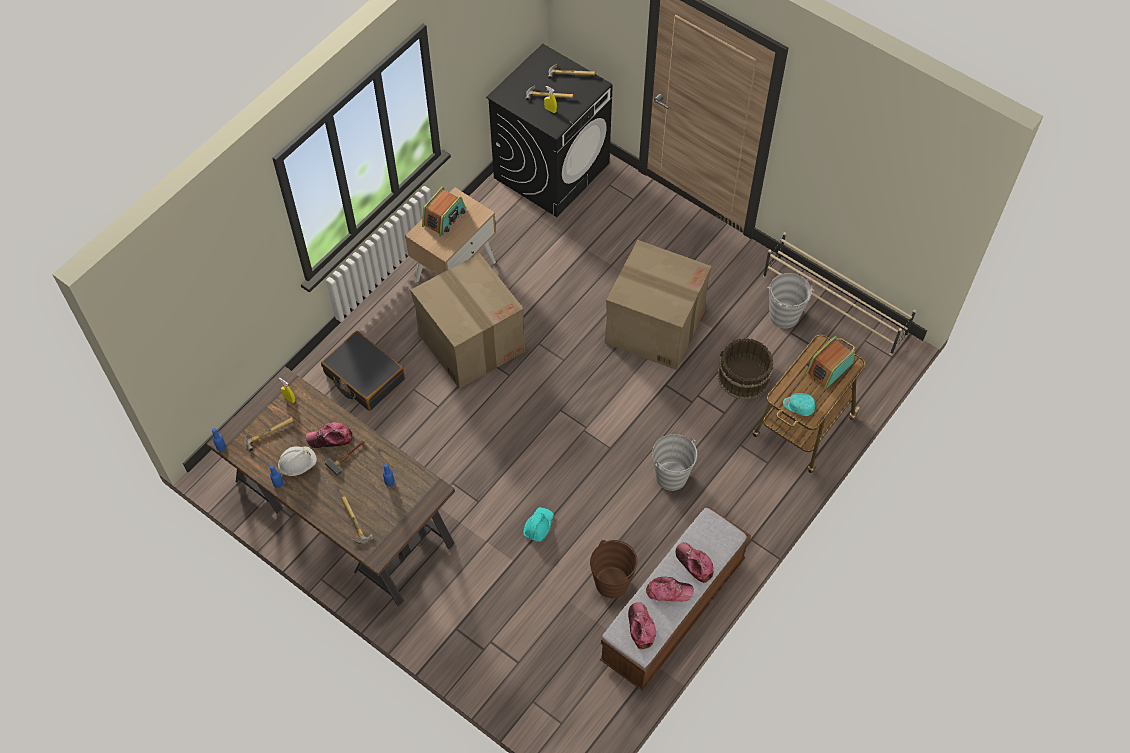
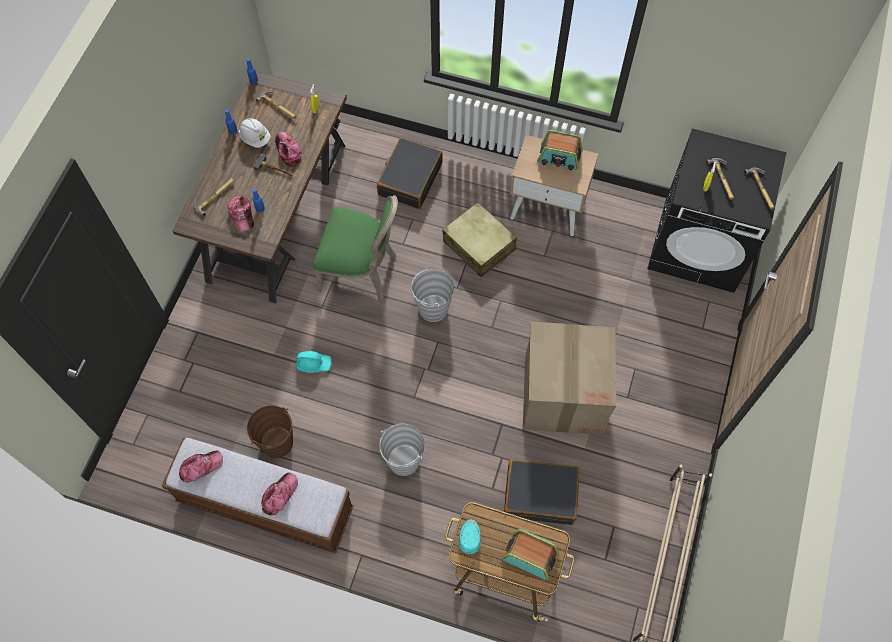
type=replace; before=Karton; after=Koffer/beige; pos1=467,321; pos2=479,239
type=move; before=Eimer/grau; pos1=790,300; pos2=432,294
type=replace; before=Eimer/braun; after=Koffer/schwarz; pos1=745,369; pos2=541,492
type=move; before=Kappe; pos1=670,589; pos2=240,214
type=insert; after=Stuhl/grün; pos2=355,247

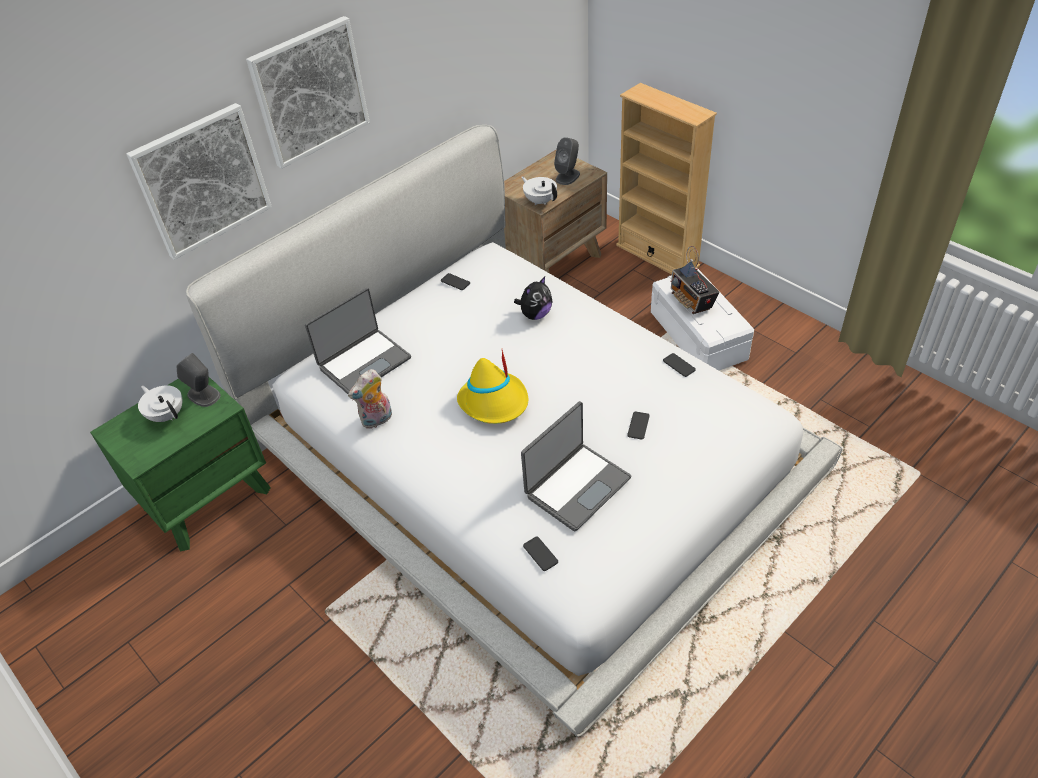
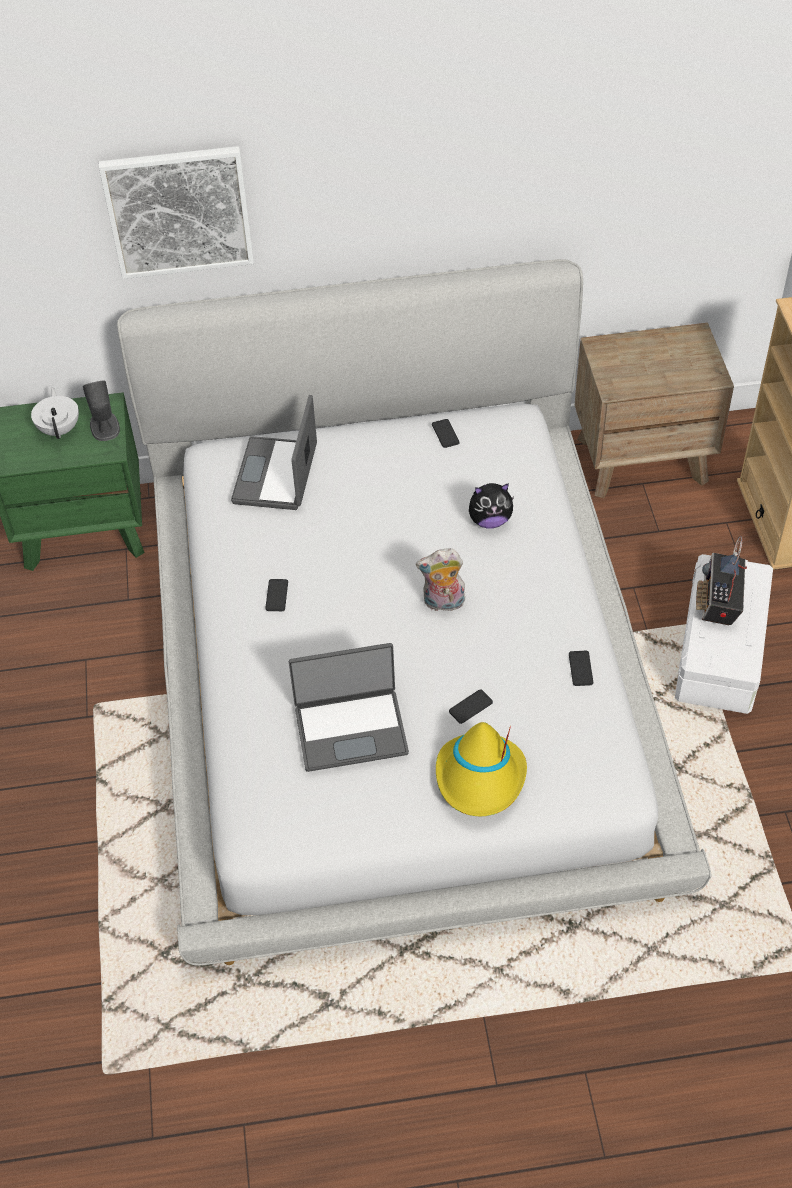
type=delete; before=Bild; pos1=308,92
type=delete; before=Lautsprecher/grau; pos1=567,161
type=delete; before=Teekanne/weiß; pos1=539,190
type=rotate; before=Laptop; pos1=358,341; pos2=274,452; turn=105
type=move; before=Hut/gelb; pos1=492,387; pos2=481,769
type=move; before=Plüschtier; pos1=370,399; pos2=440,581
type=move; before=Handy; pos1=540,554; pos2=276,595

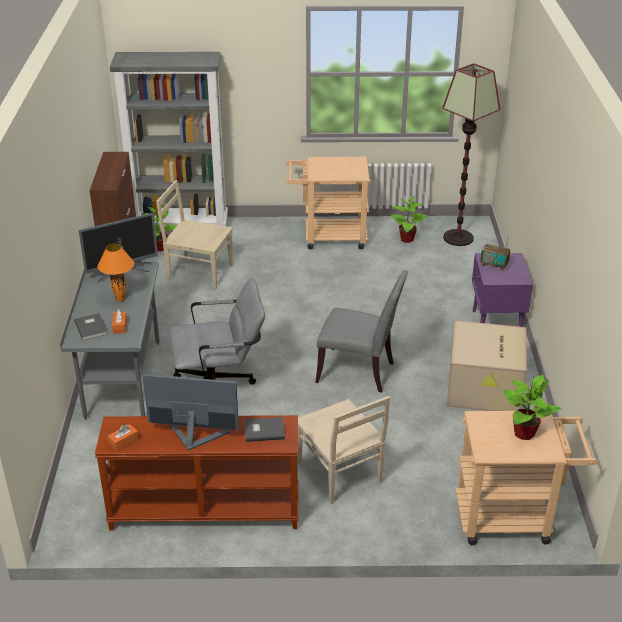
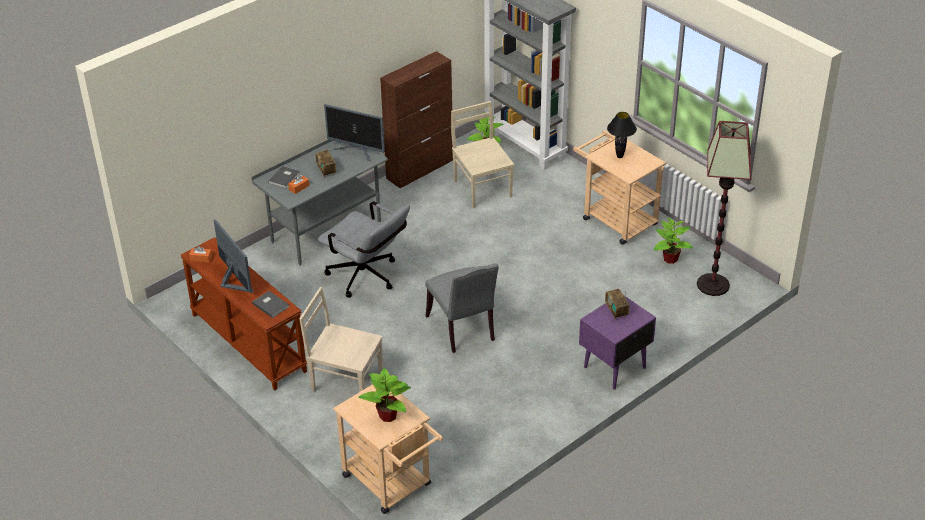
type=replace; before=Tischlampe/orange; after=Radio; pos1=115,273; pos2=325,163
type=delete; before=Karton; pos1=487,365
type=rotate; before=Stuhl/beige; pos1=343,450; pos2=341,339; turn=90
type=insert; after=Tischlampe/schwarz; pos2=622,135

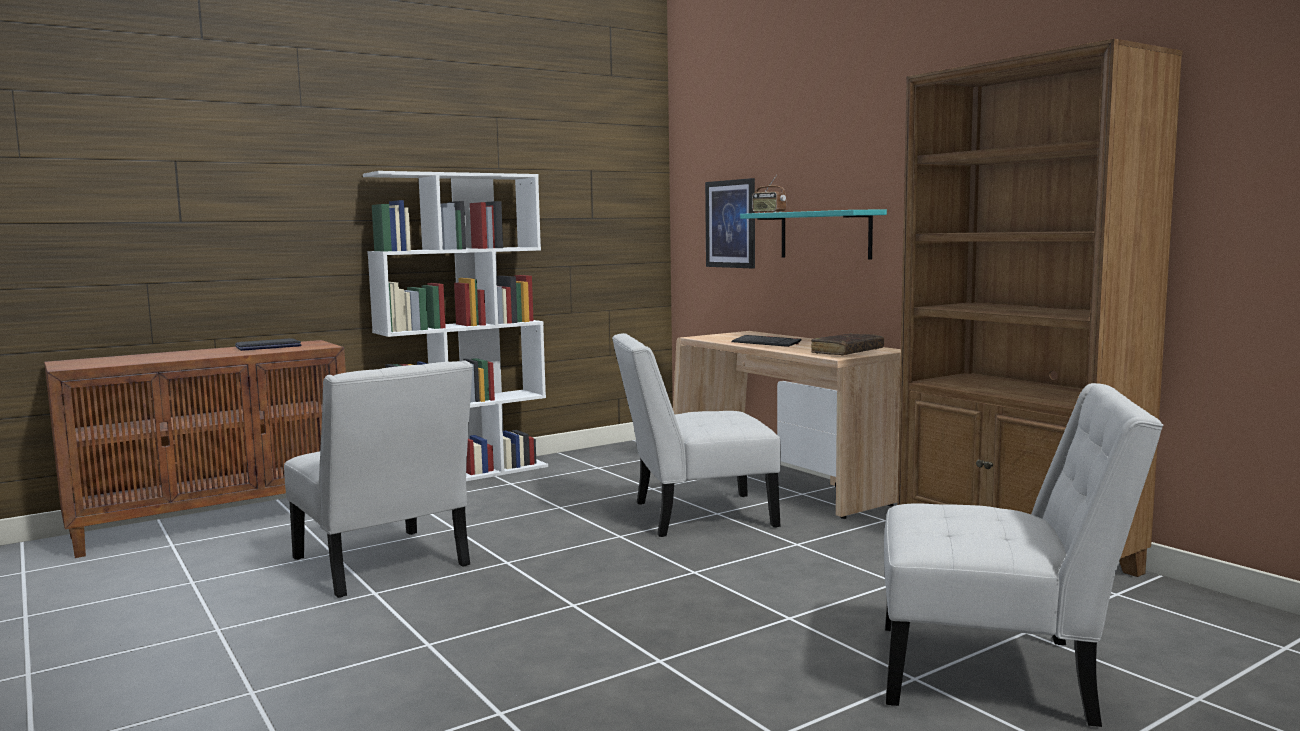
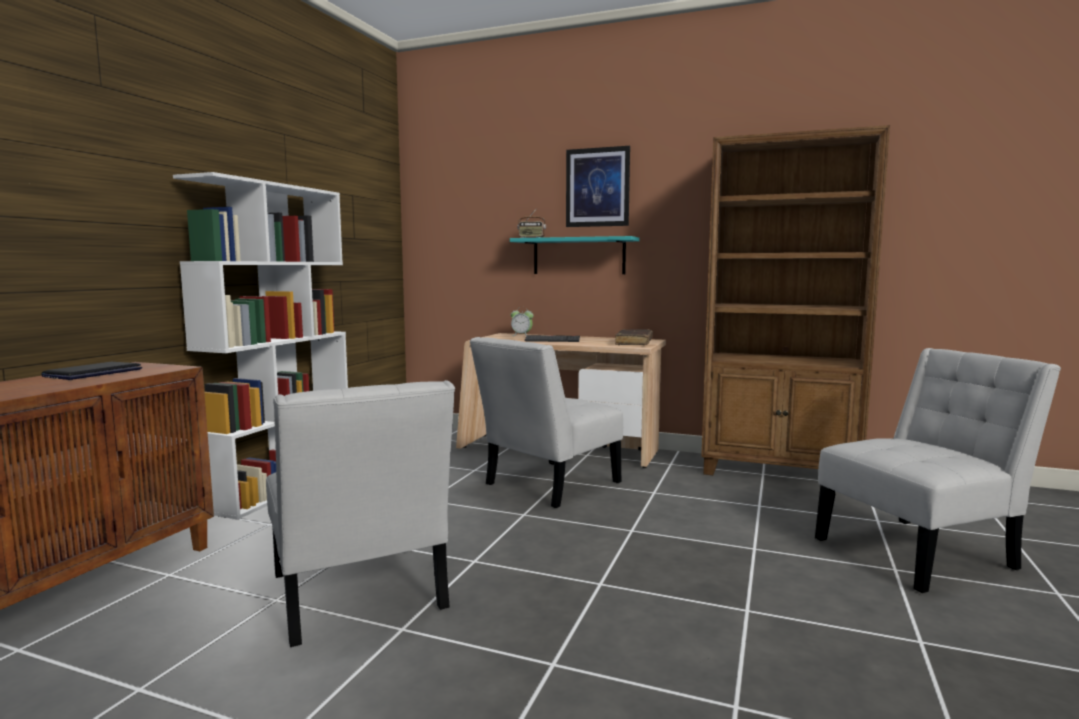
type=move; before=Bild; pos1=730,223; pos2=598,186
type=rotate; before=Stuhl/weiß; pos1=378,479; pos2=360,513; turn=45
type=insert; after=Wecker; pos2=522,321

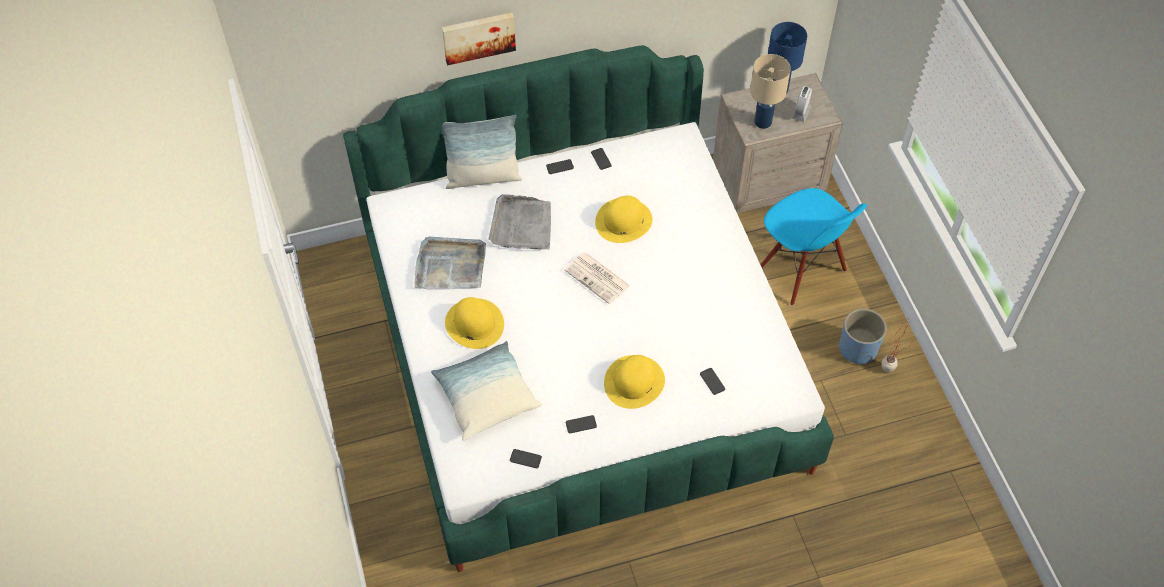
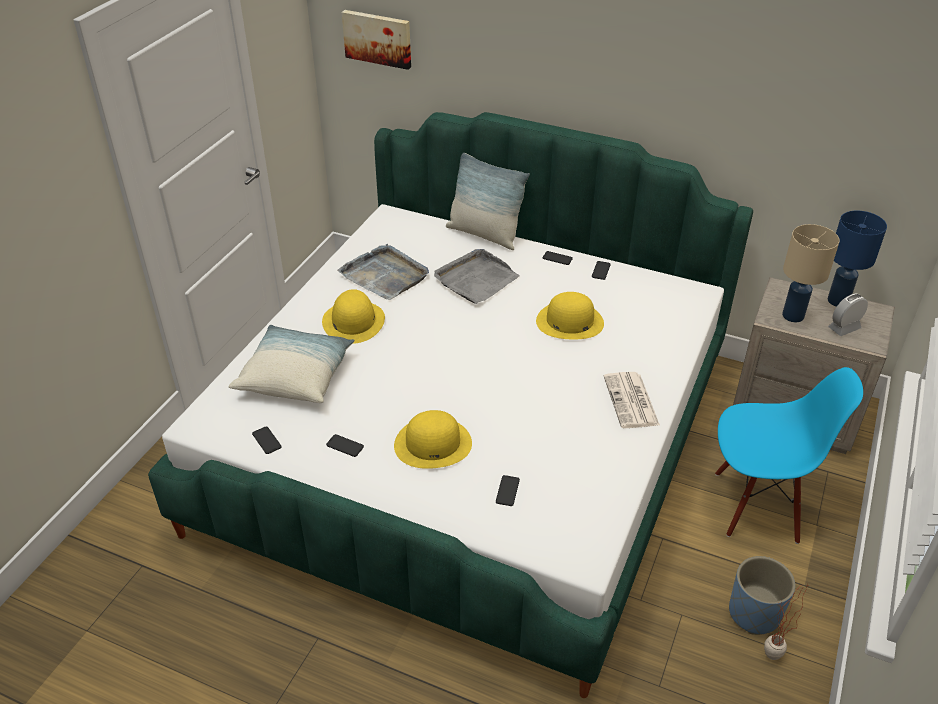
type=move; before=Bild; pos1=479,39; pos2=376,40
type=rotate; before=Stuhl/blau; pos1=813,247; pos2=789,455; turn=-90
type=move; before=Zeitung; pos1=597,278; pos2=632,400

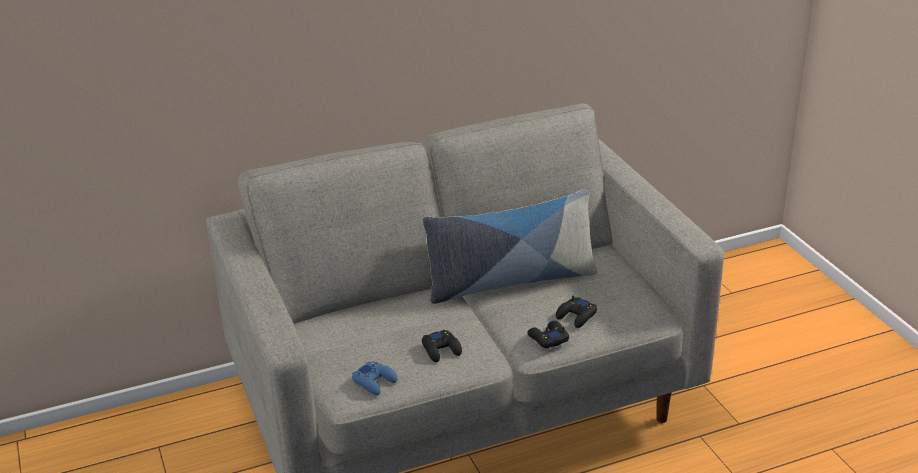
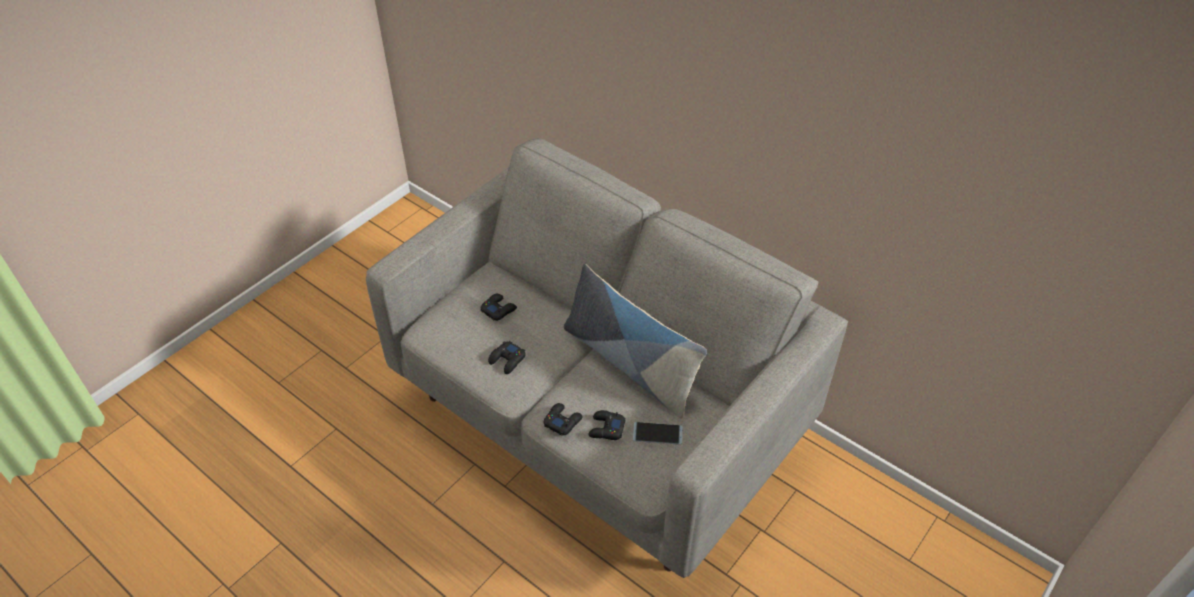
type=delete; before=Gamepad/blau; pos1=374,378
type=insert; after=Gamepad/schwarz; pos2=498,307
type=insert; after=Handy; pos2=658,433

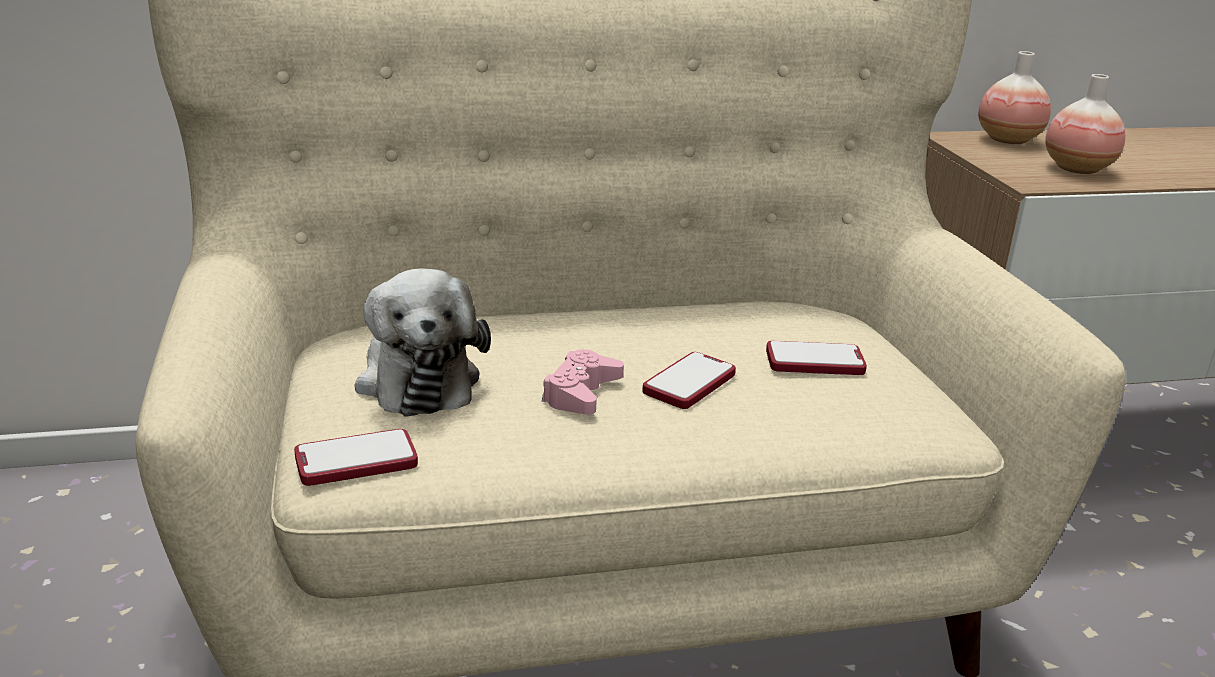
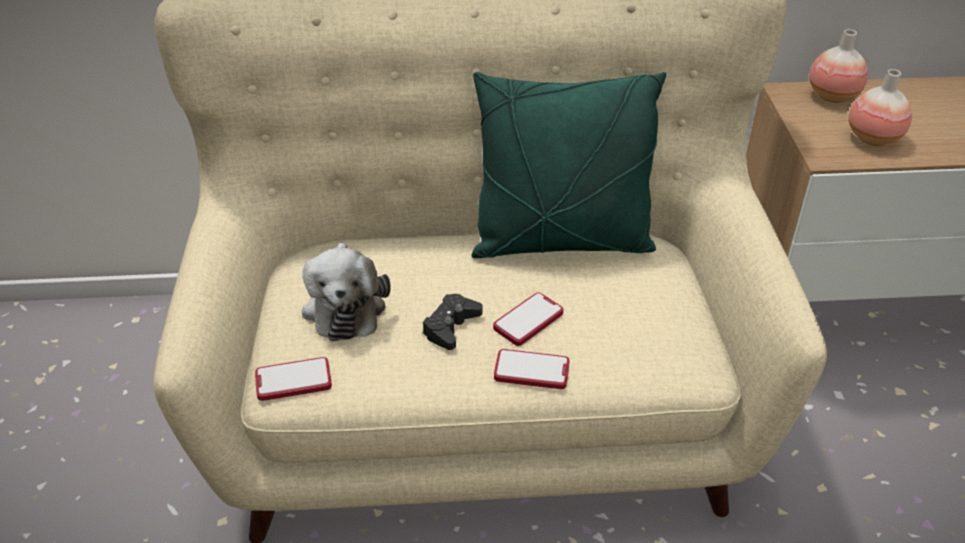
type=move; before=Handy; pos1=816,358; pos2=532,369
type=recolor; before=Gamepad/rosa; after=Gamepad/schwarz; pos1=583,382; pos2=453,322
type=insert; after=Kissen/grün; pos2=568,165

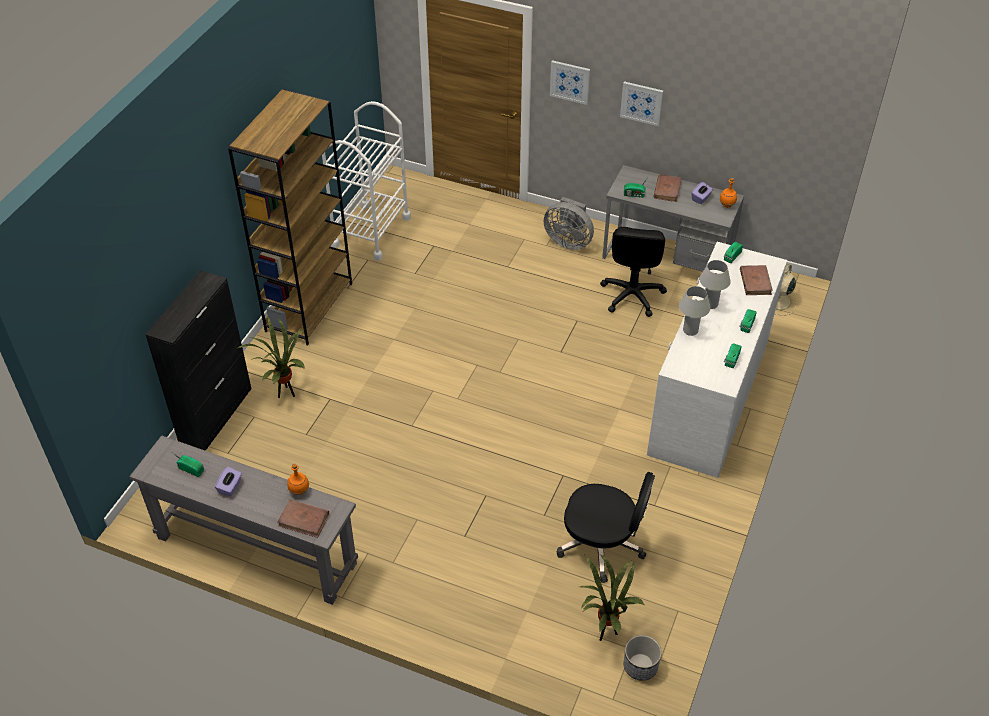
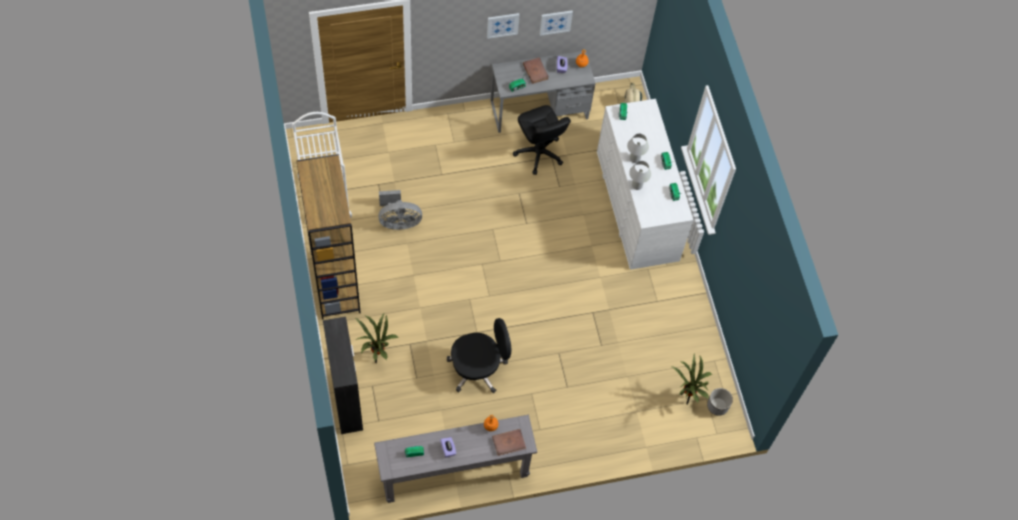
type=move; before=Bild; pos1=570,82; pos2=556,23
type=move; before=Ventilator/grau; pos1=569,223; pos2=400,210
type=delete; before=Buch/braun; pos1=756,280
type=move; before=Bürostuhl/schwarz; pos1=606,527; pos2=479,355

